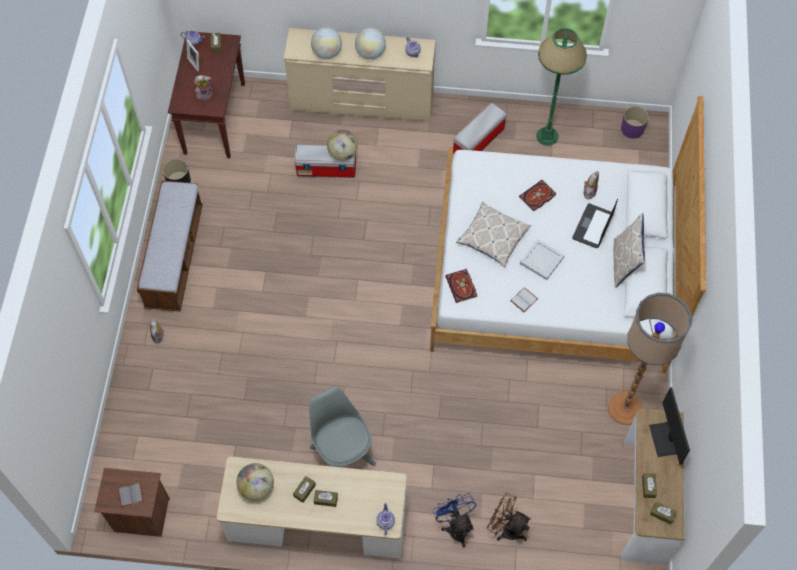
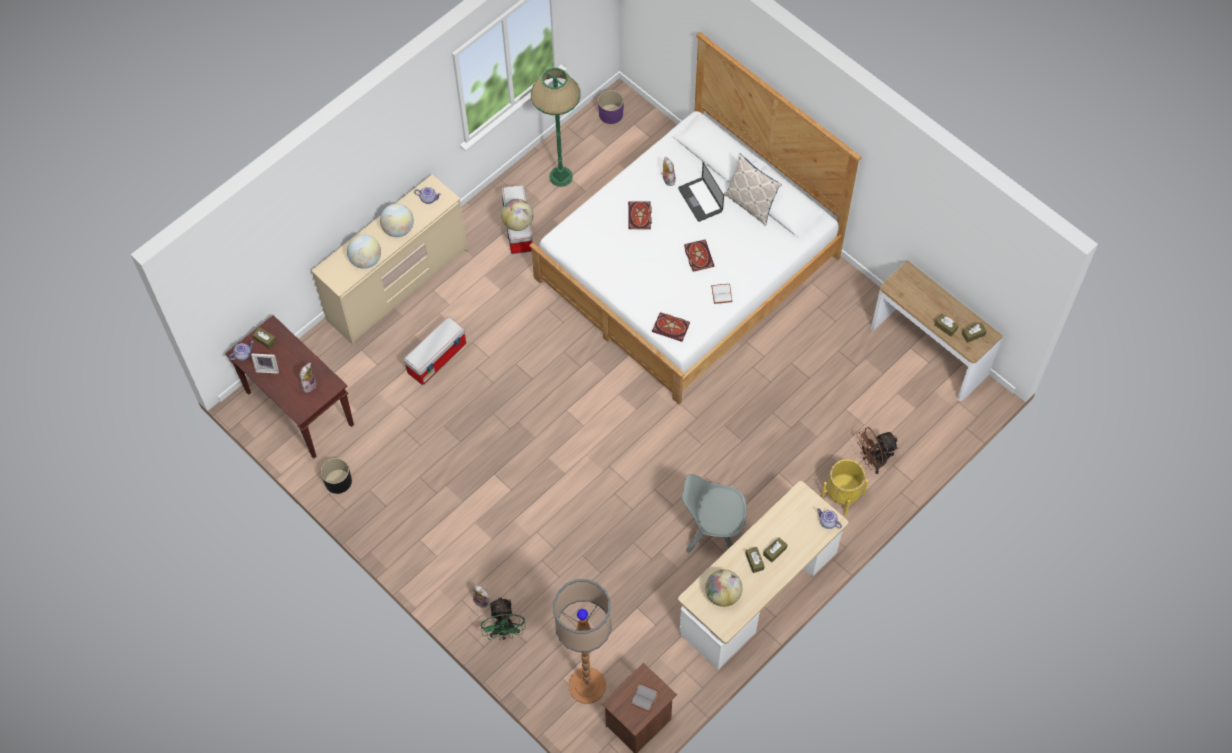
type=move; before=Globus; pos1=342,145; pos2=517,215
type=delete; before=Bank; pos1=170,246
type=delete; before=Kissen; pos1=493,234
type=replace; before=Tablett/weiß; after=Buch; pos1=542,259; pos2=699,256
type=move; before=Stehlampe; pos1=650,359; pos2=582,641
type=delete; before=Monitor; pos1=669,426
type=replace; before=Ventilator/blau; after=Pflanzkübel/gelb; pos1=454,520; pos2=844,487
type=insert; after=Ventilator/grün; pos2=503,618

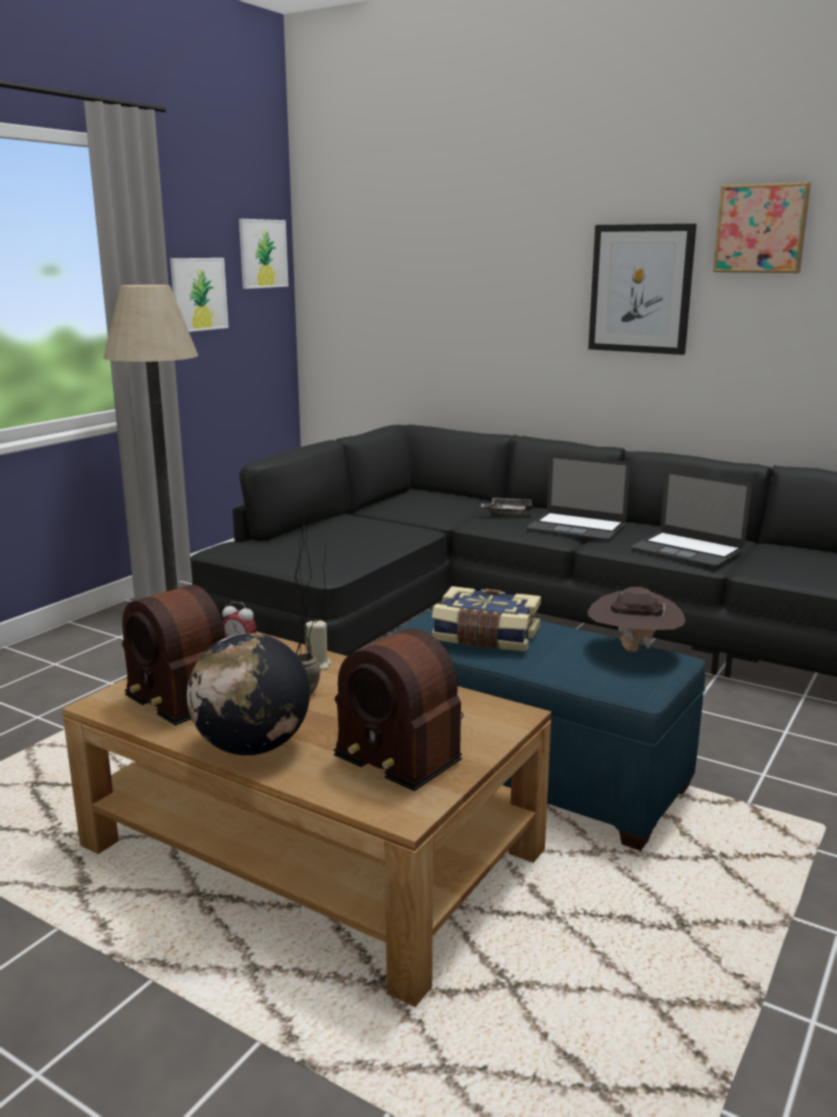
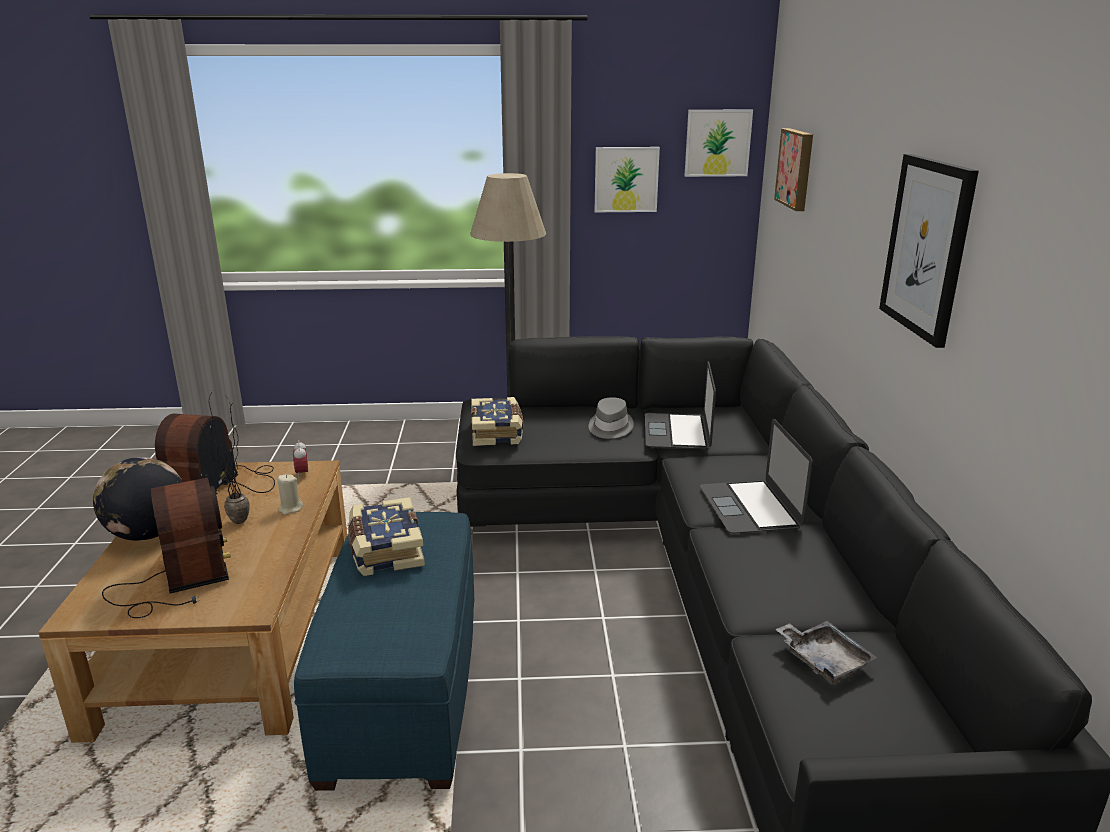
type=move; before=Bild; pos1=762,227; pos2=793,169
type=move; before=Laptop; pos1=691,518; pos2=680,405
type=move; before=Tablett/grau; pos1=507,506; pos2=826,652
type=delete; before=Hut/braun; pos1=637,619
type=rotate; before=Radio; pos1=399,709; pos2=166,548; turn=150
type=insert; after=Buch; pos2=497,421
type=insert; after=Hut/grau; pos2=611,418

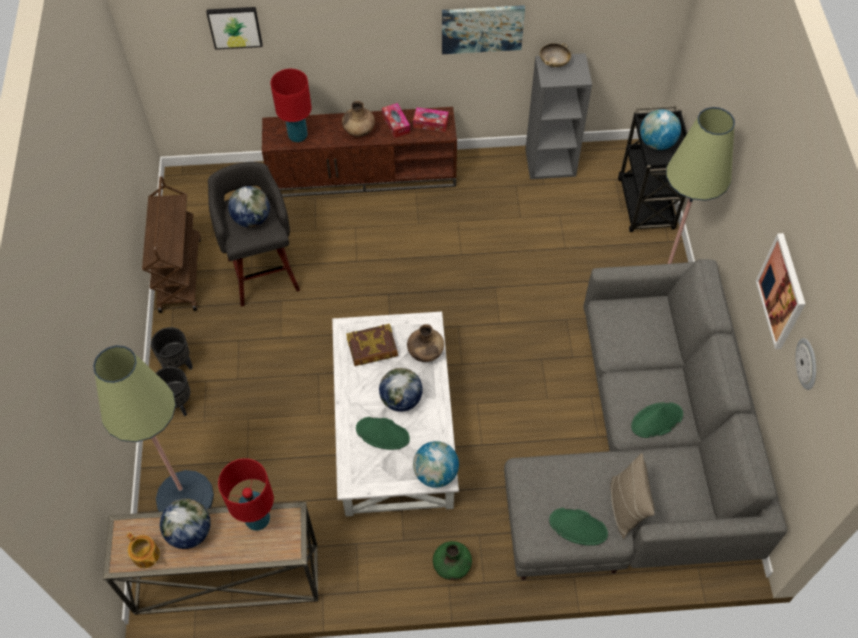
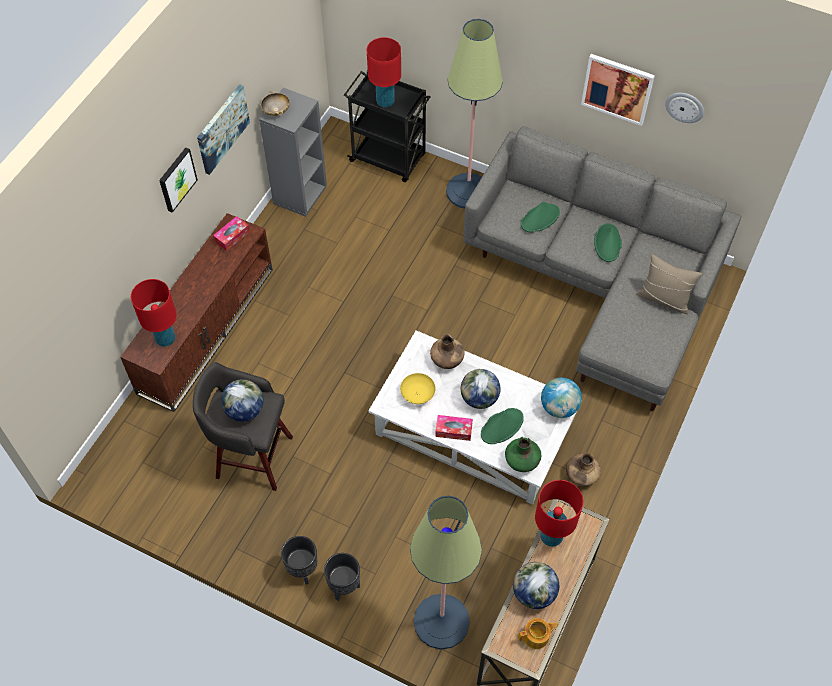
type=move; before=Bild; pos1=234,28; pos2=178,180
type=move; before=Vase/braun; pos1=358,119; pos2=583,469
type=move; before=Taschentuchbox; pos1=396,120; pos2=454,428
type=replace; before=Globus; after=Tischlampe/rot; pos1=660,129; pos2=384,72
type=delete; before=Rollwagen/braun; pos1=171,244
type=replace; before=Buch; after=Schüssel/gelb; pos1=372,345; pos2=417,388
type=move; before=Hut/grün; pos1=578,527; pos2=540,216
type=move; before=Vase/grün; pos1=452,560; pos2=523,454

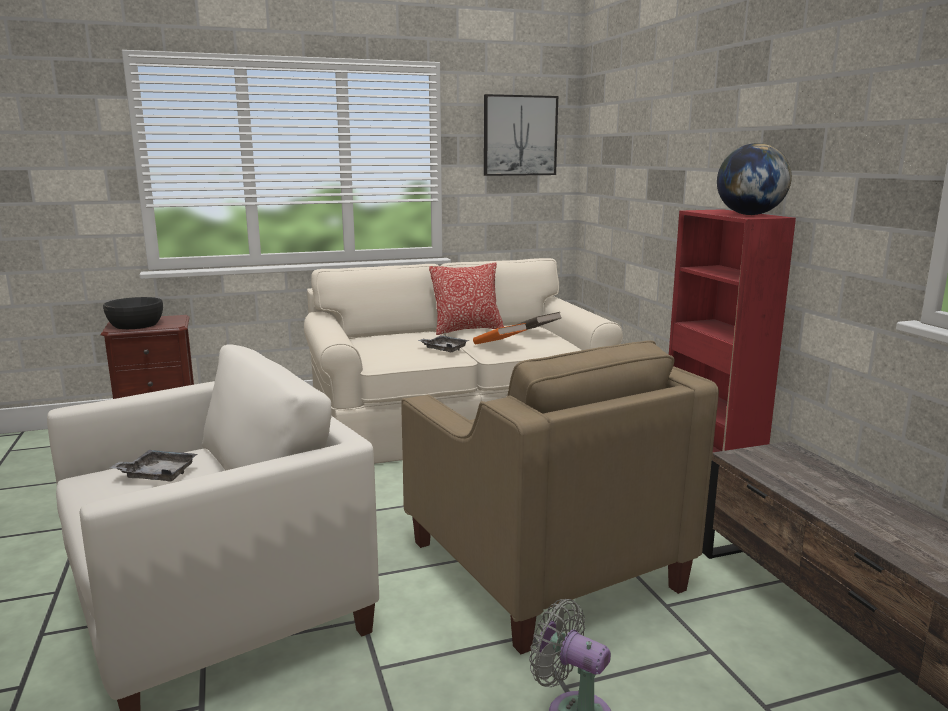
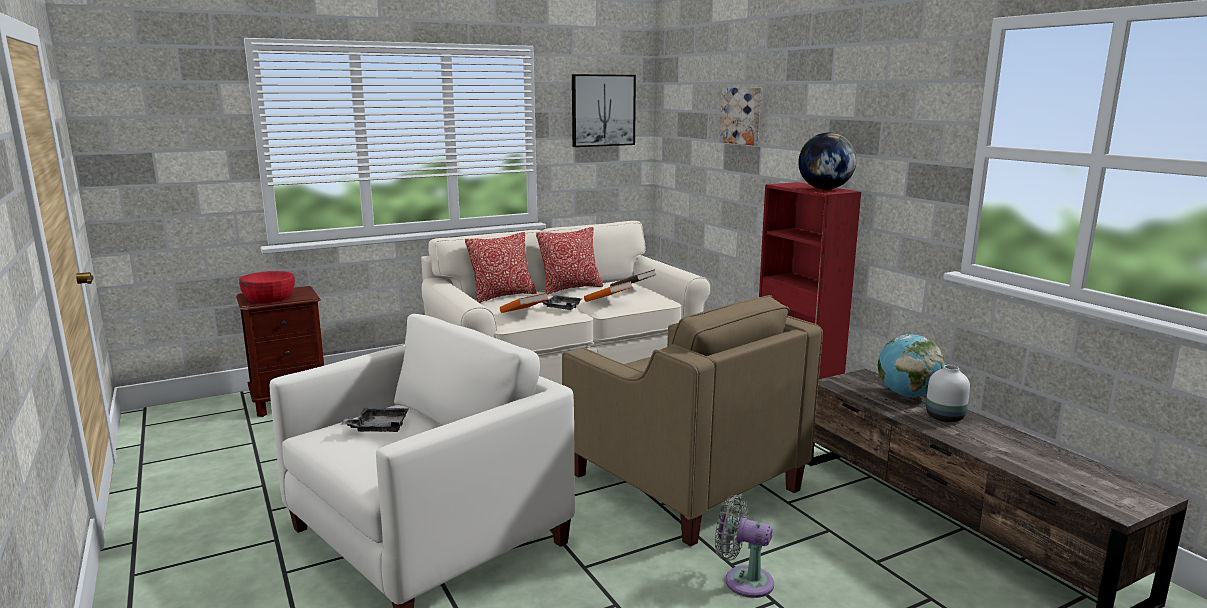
type=recolor; before=Schüssel/schwarz; after=Schüssel/rot; pos1=133,313; pos2=267,287
type=insert; after=Bild; pos2=740,116
type=insert; after=Kissen; pos2=501,267
type=insert; after=Buch/orange; pos2=524,303
type=insert; after=Globus; pos2=911,365
type=insert; after=Vase/weiß; pos2=948,393

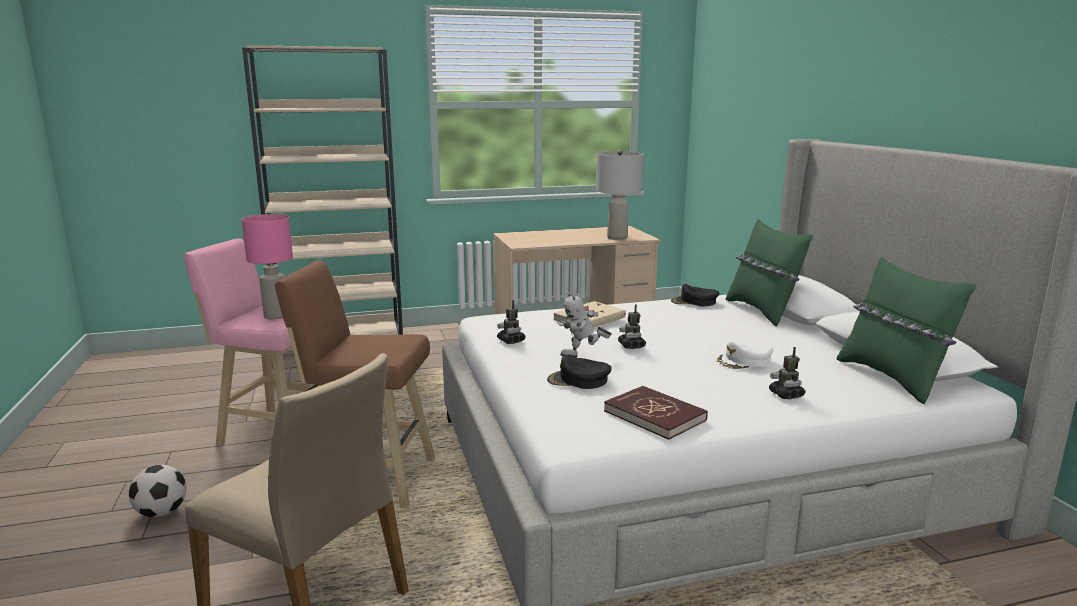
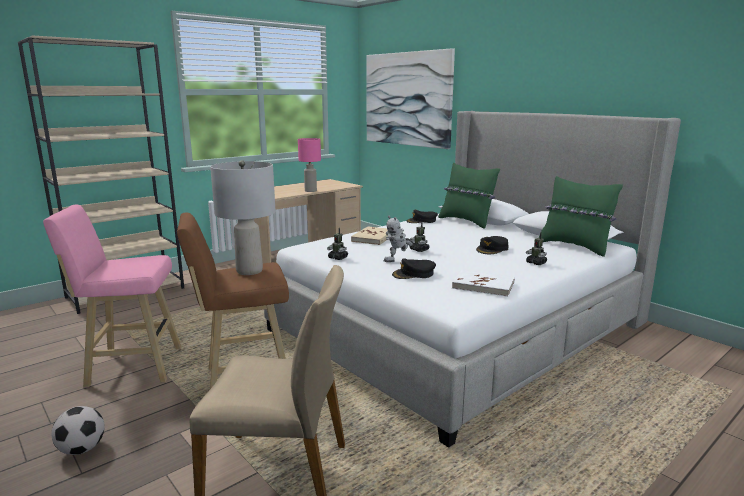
type=move; before=Tischlampe/grau; pos1=620,195; pos2=243,217
type=move; before=Tischlampe/rosa; pos1=267,266; pos2=309,165
type=recolor; before=Kappe/weiß; after=Kappe/schwarz; pos1=744,355; pos2=492,245
type=recolor; before=Buch/rot; after=Buch/weiß; pos1=656,413; pos2=483,283
type=insert; after=Bild; pos2=410,98

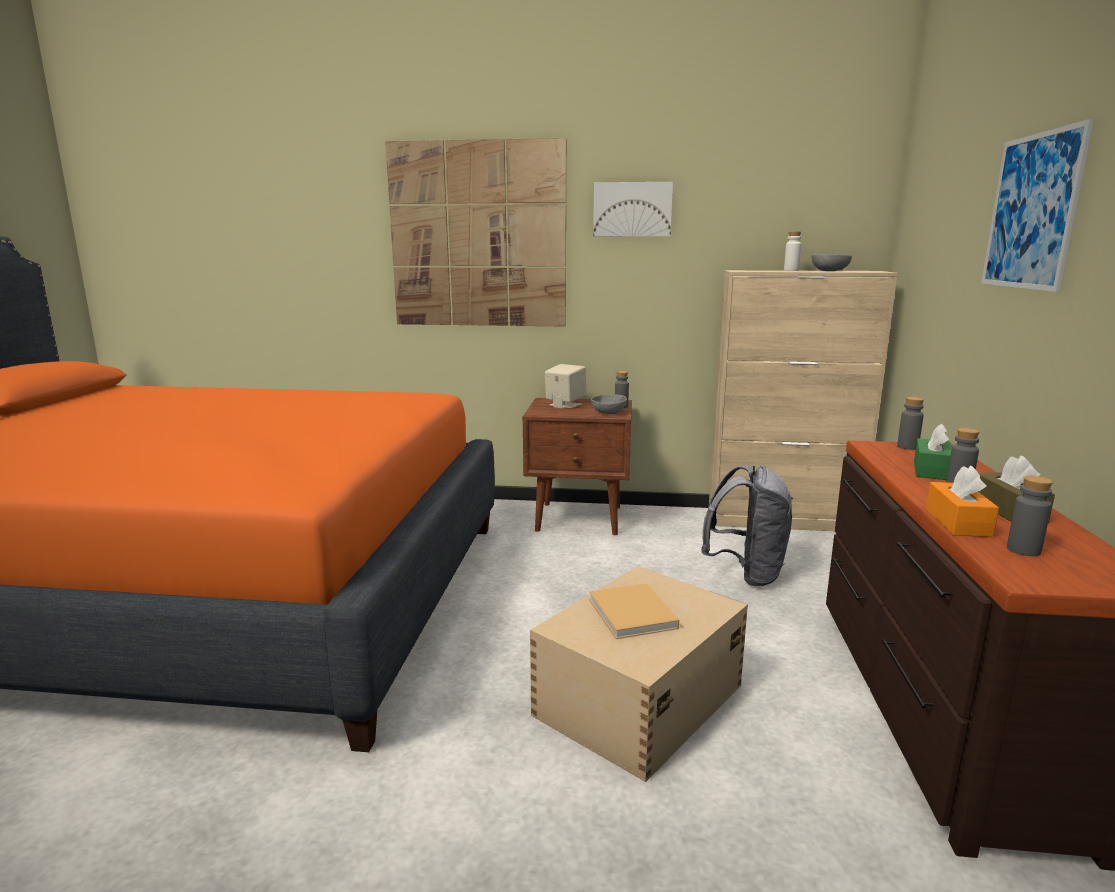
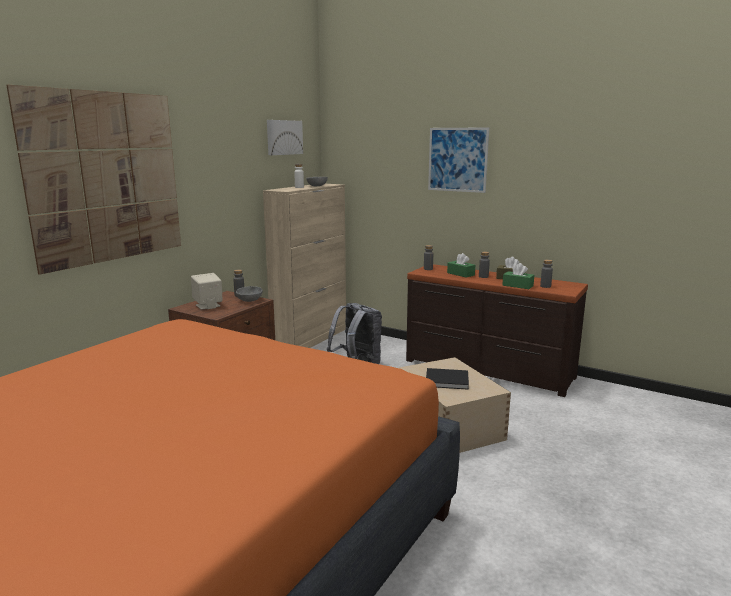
type=move; before=Bild; pos1=633,209; pos2=285,137
type=recolor; before=Taschentuchbox/orange; after=Taschentuchbox/grün; pos1=962,501; pos2=518,276
type=recolor; before=Buch/beige; after=Buch/schwarz; pos1=634,611; pos2=447,379

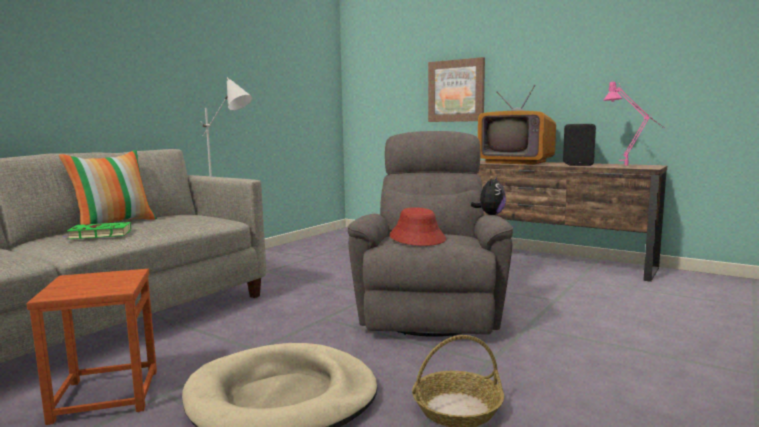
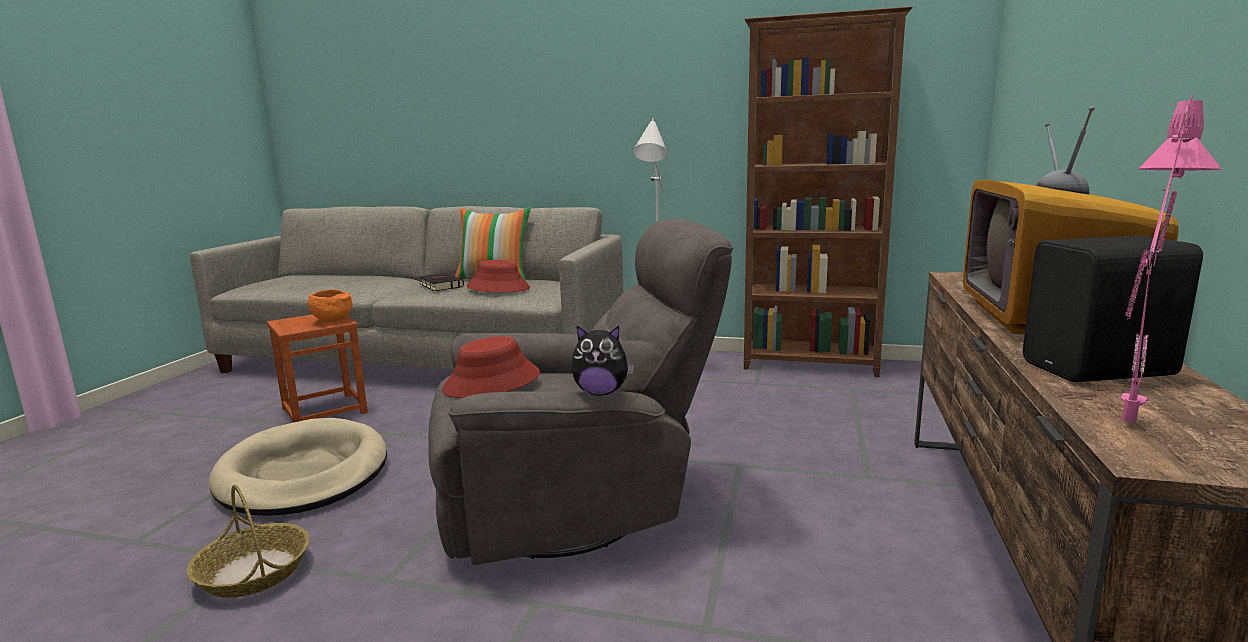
type=delete; before=Bild; pos1=456,89
type=recolor; before=Buch/grün; after=Buch/schwarz; pos1=97,230; pos2=441,282
type=insert; after=Bücherregal/braun; pos2=828,191
type=insert; after=Hut/rot; pos2=498,276
type=insert; after=Schüssel/orange; pos2=330,306

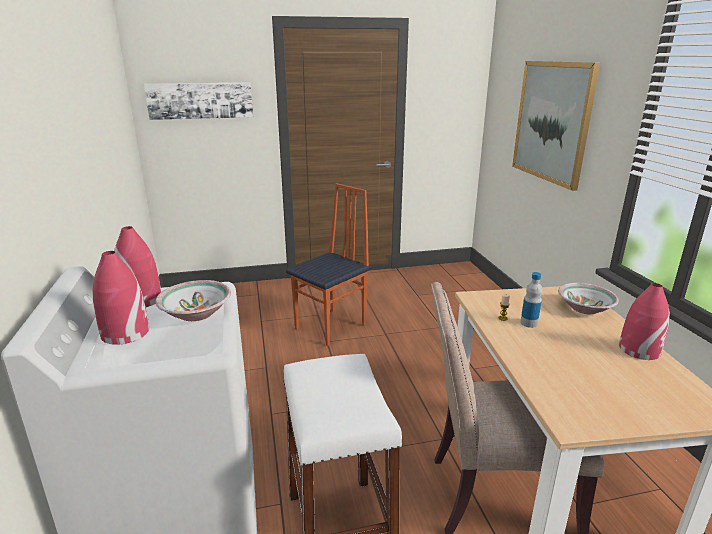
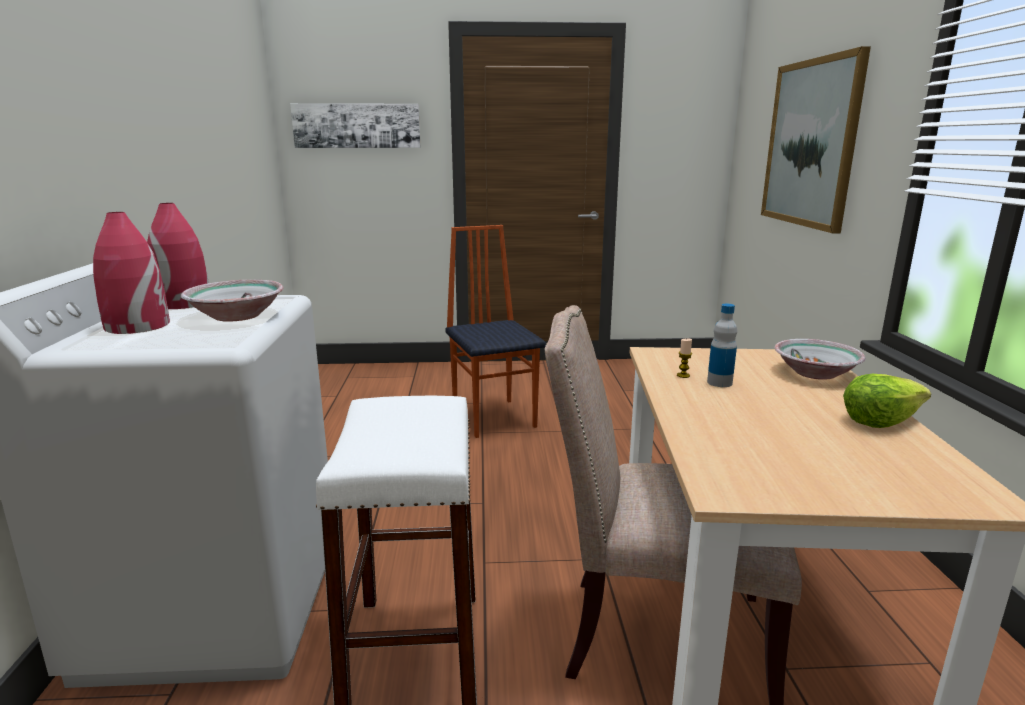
type=rotate; before=Stuhl; pos1=328,264; pos2=495,331; turn=-75
type=replace; before=Vase/rot; after=Salatkopf; pos1=644,321; pos2=887,401

